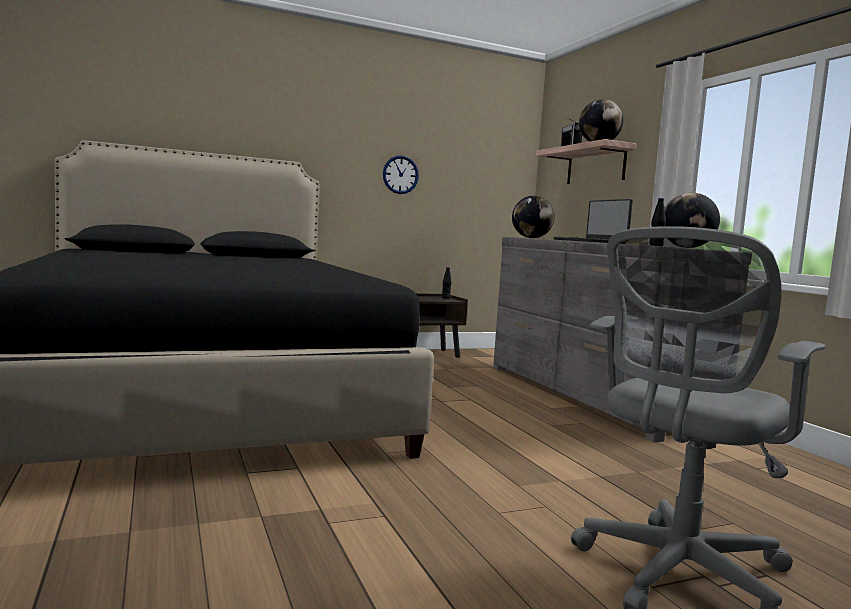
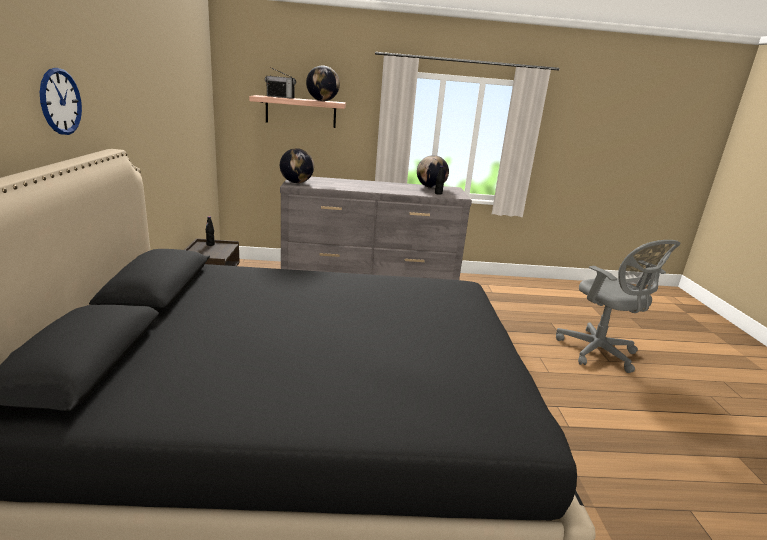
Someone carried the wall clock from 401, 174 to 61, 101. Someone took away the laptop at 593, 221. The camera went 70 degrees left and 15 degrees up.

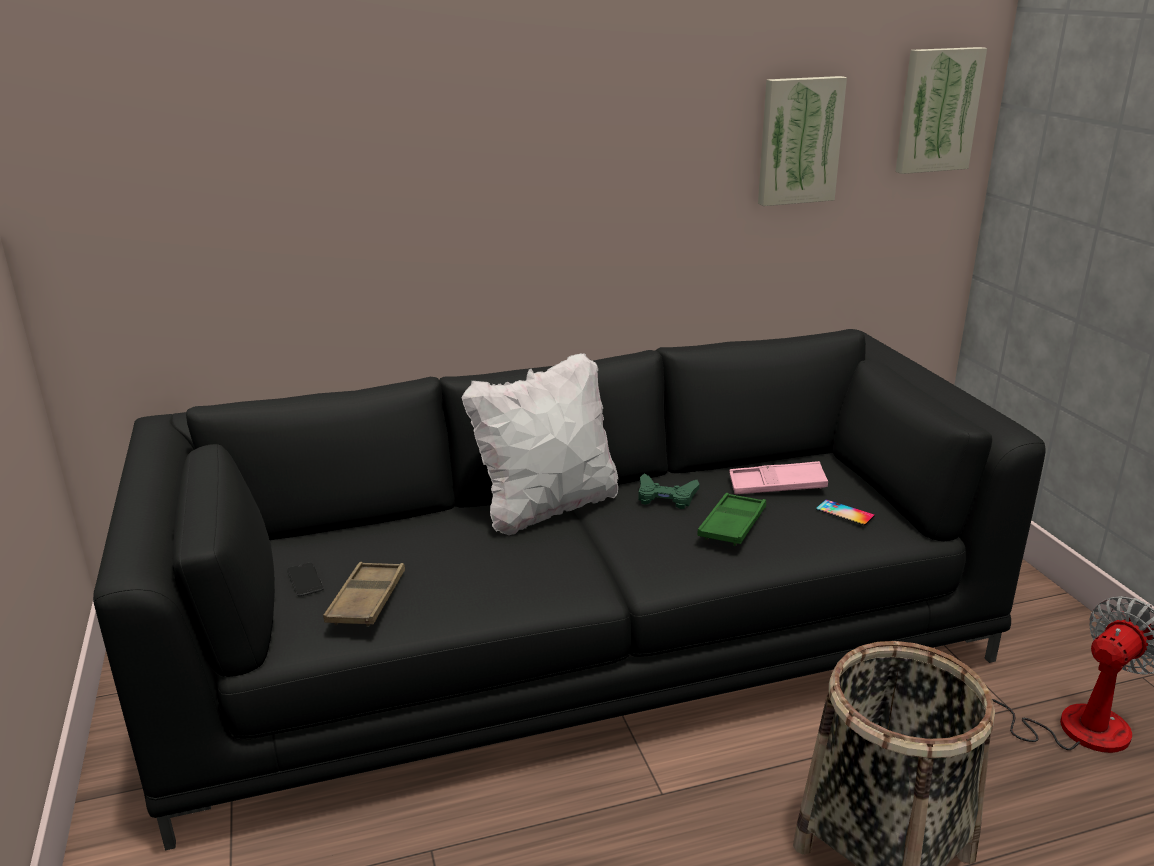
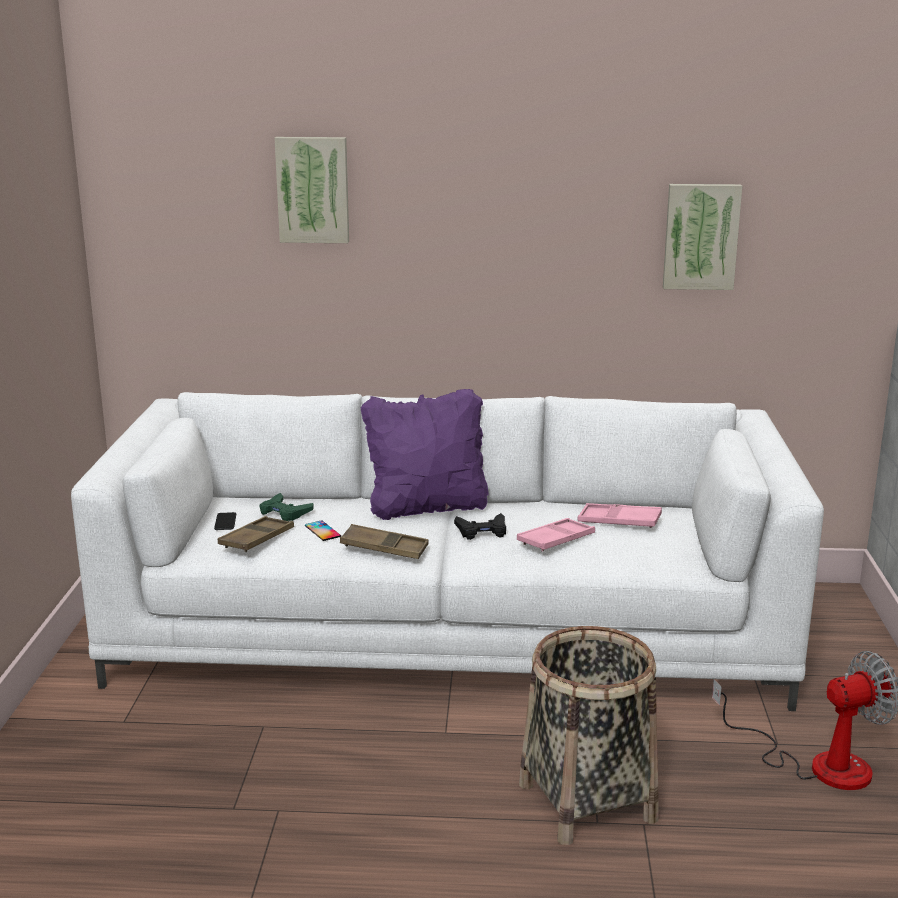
Someone carried the picture from 941, 110 to 312, 190. Someone repainted the black sofa at 569, 589, which became the white sofa at 447, 551. Someone repainted the white pillow at 540, 444, which became the purple pillow at 424, 454. Someone carried the green game controller from 668, 491 to 286, 507. Someone repainted the green tray at 731, 519, which became the pink tray at 556, 535. Someone carried the phone from 845, 512 to 323, 530. Someone put down the black game controller at 480, 526. Someone put down the brown tray at 384, 541. The camera went 20 degrees right and 5 degrees down.

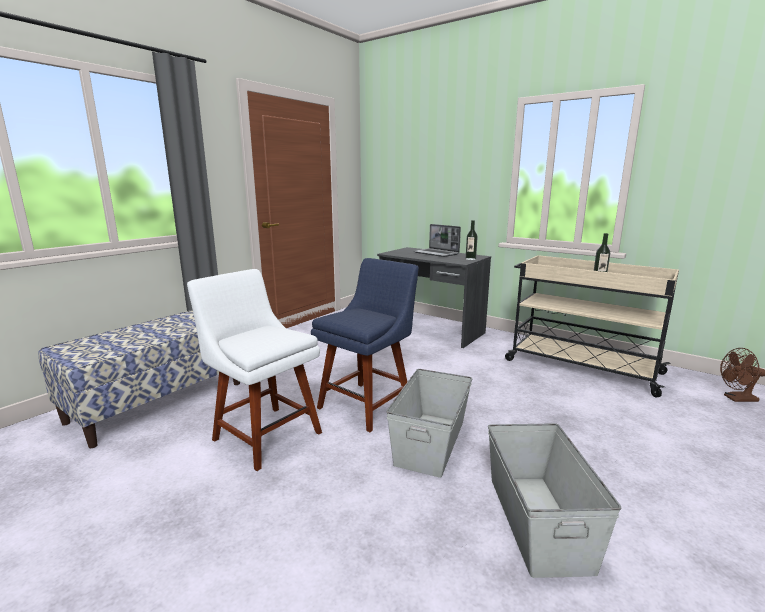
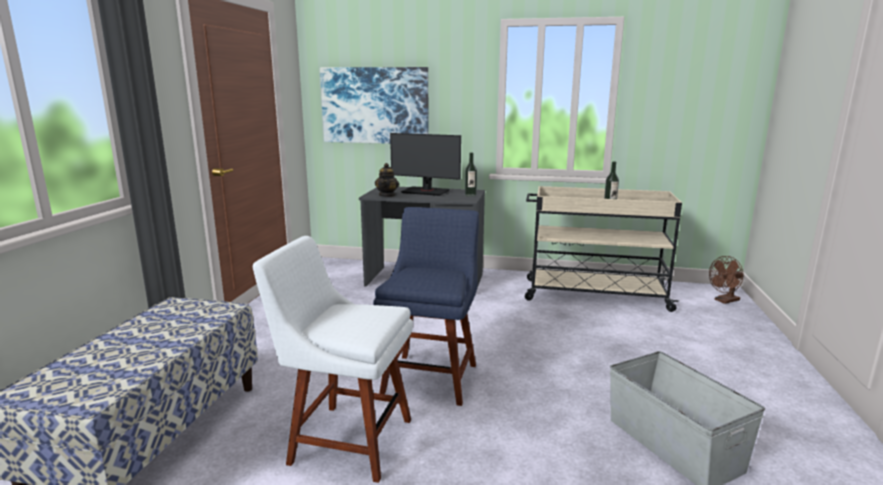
Someone swapped the laptop at 437, 240 for the monitor at 425, 164. Someone took away the grey storage box at 429, 423. Someone put up the picture at 374, 105. Someone put down the teapot at 387, 180. The camera went 25 degrees left and 0 degrees up.

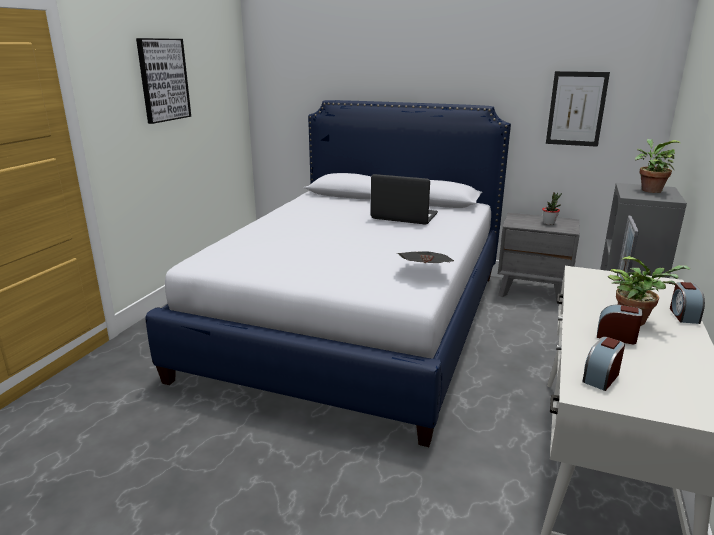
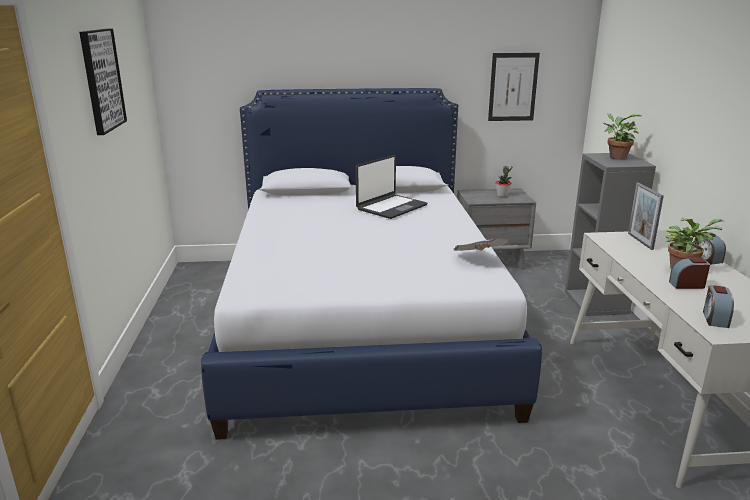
Someone rotated the laptop at 404, 199 by 135 degrees clockwise. The camera went 25 degrees left and 0 degrees up.

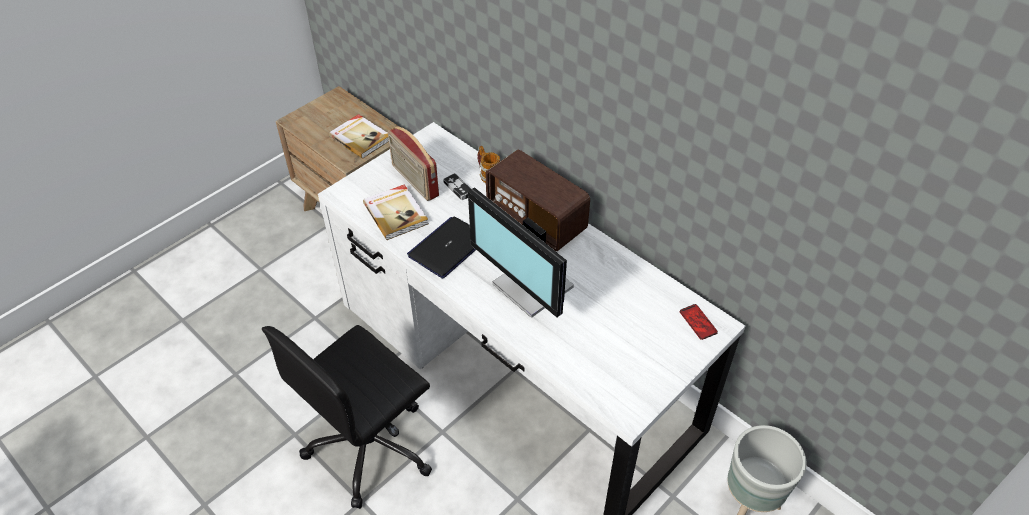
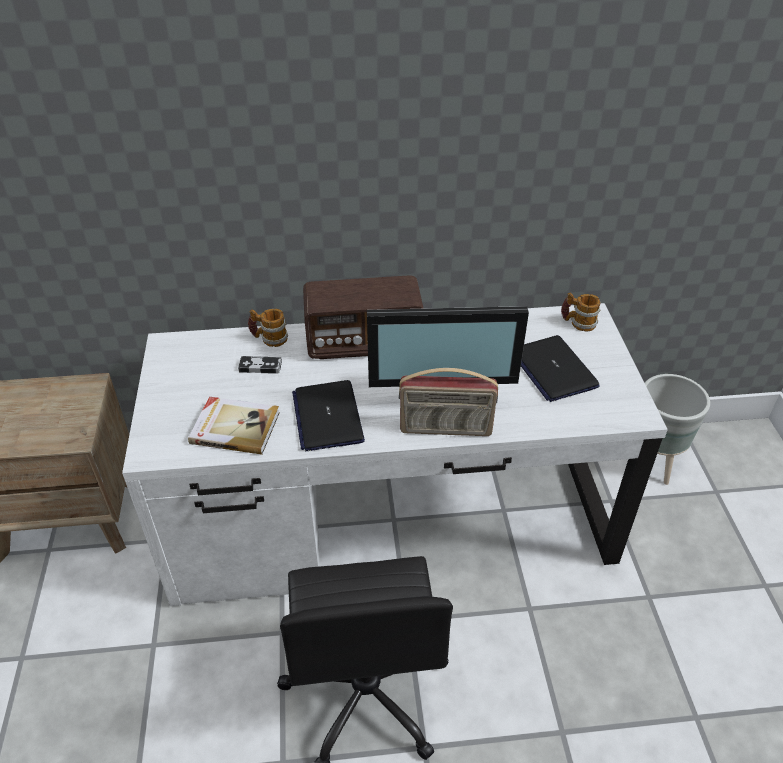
Someone took away the book at 359, 136. Someone carried the radio from 413, 163 to 448, 402. Someone swapped the phone at 699, 322 for the mug at 580, 312. Someone put down the laptop at 560, 368. The camera went 50 degrees left and 5 degrees down.

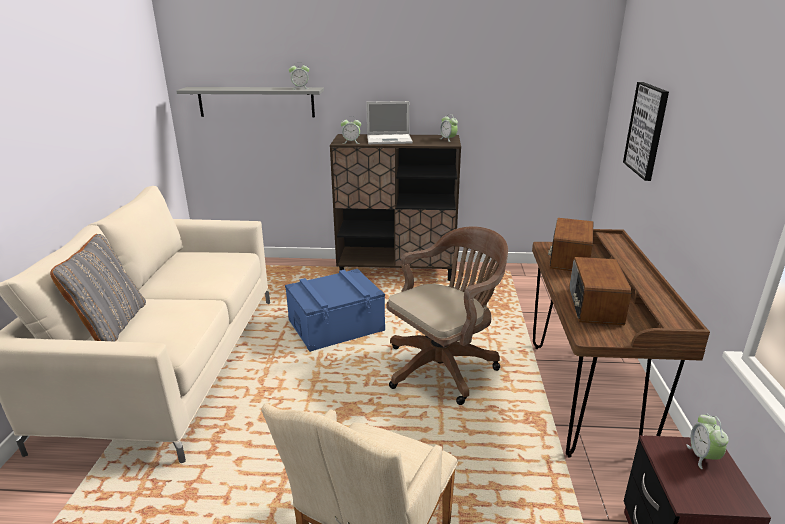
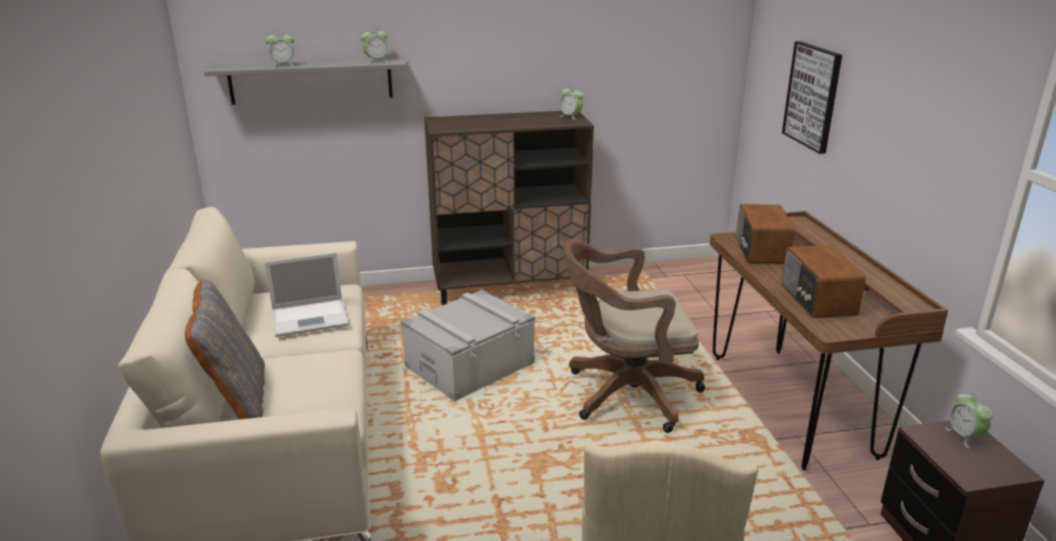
Someone carried the laptop from 389, 122 to 307, 294. Someone carried the alarm clock from 351, 130 to 279, 48. Someone rotated the brown office chair at 447, 315 by 135 degrees counterclockwise. Someone repainted the blue storage box at 335, 310, which became the grey storage box at 468, 346. The camera went 15 degrees left and 0 degrees up.

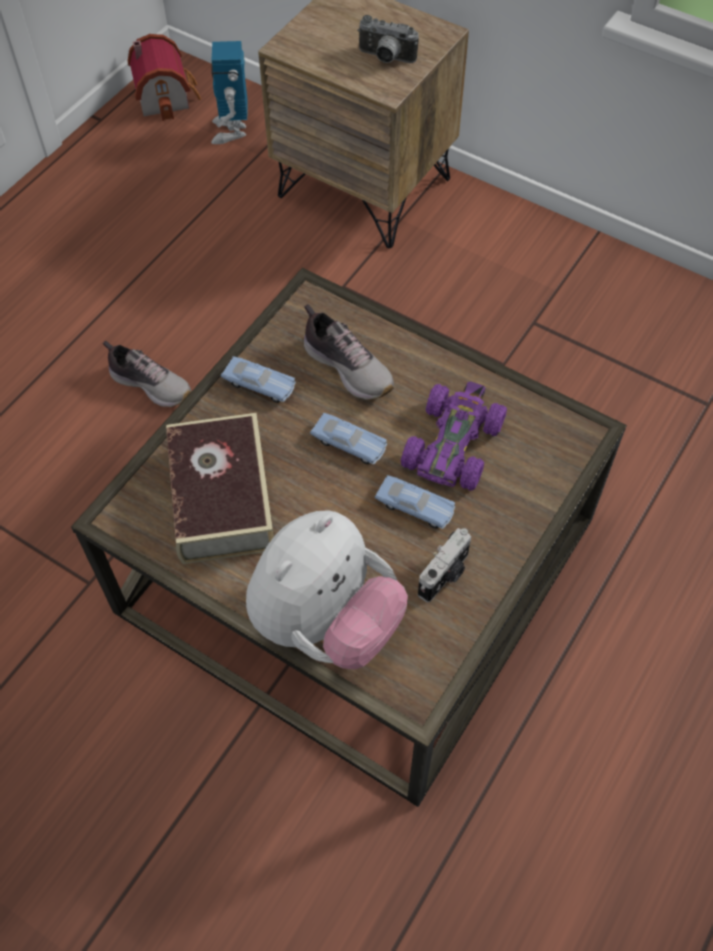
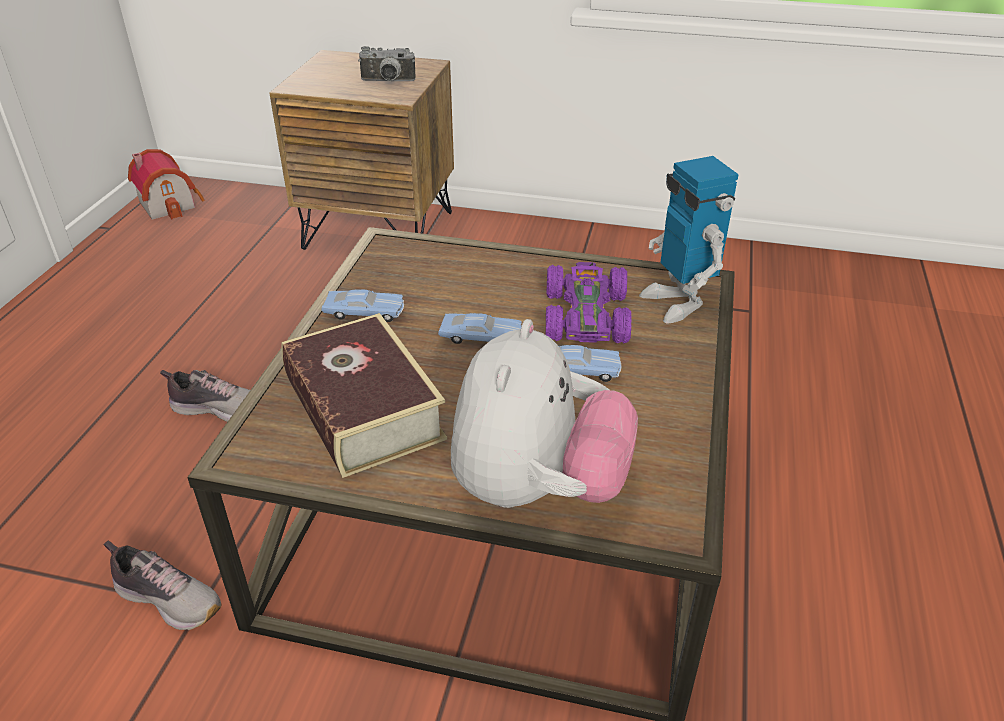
Someone carried the toy robot from 229, 92 to 689, 240. Someone carried the shoe from 349, 352 to 162, 585. Someone took away the photo camera at 444, 565. The camera went 20 degrees left and 20 degrees down.

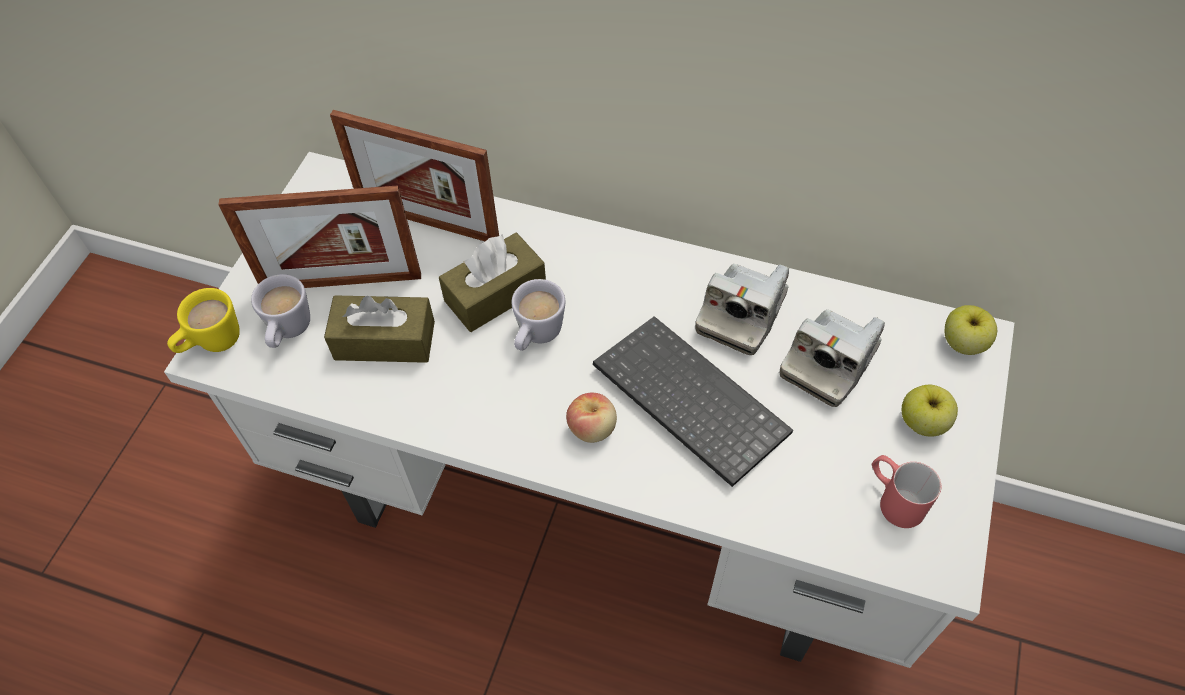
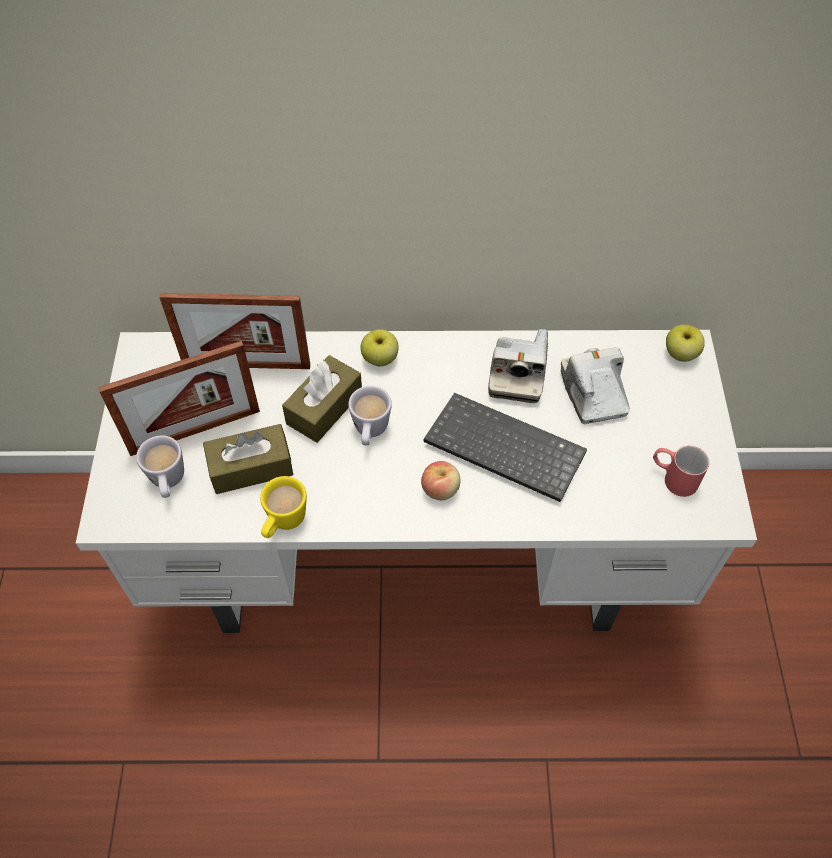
Someone carried the yellow mug from 203, 320 to 283, 507. Someone rotated the photo camera at 832, 358 by 150 degrees clockwise. Someone carried the apple from 930, 411 to 379, 347. The camera went 20 degrees left and 0 degrees up.

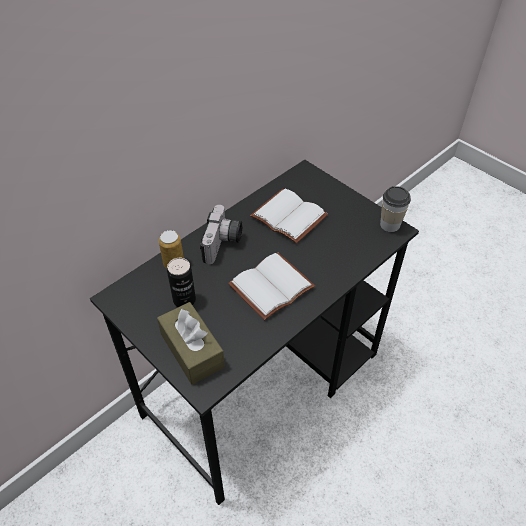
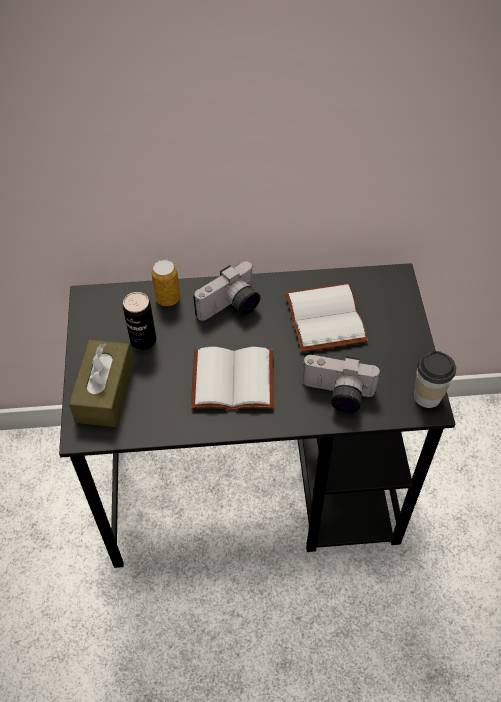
Someone put down the photo camera at 341, 384. The camera went 40 degrees right and 5 degrees up.

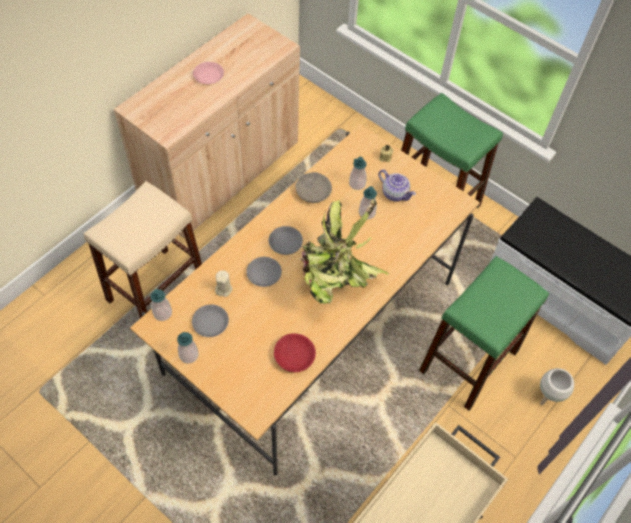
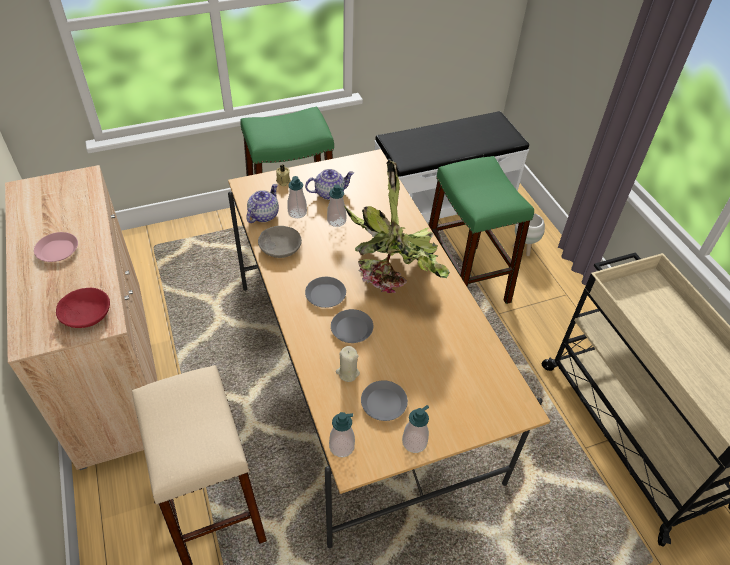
Someone carried the red bowl from 295, 352 to 83, 308. Someone put down the teapot at 262, 203. The camera went 60 degrees left and 10 degrees down.

